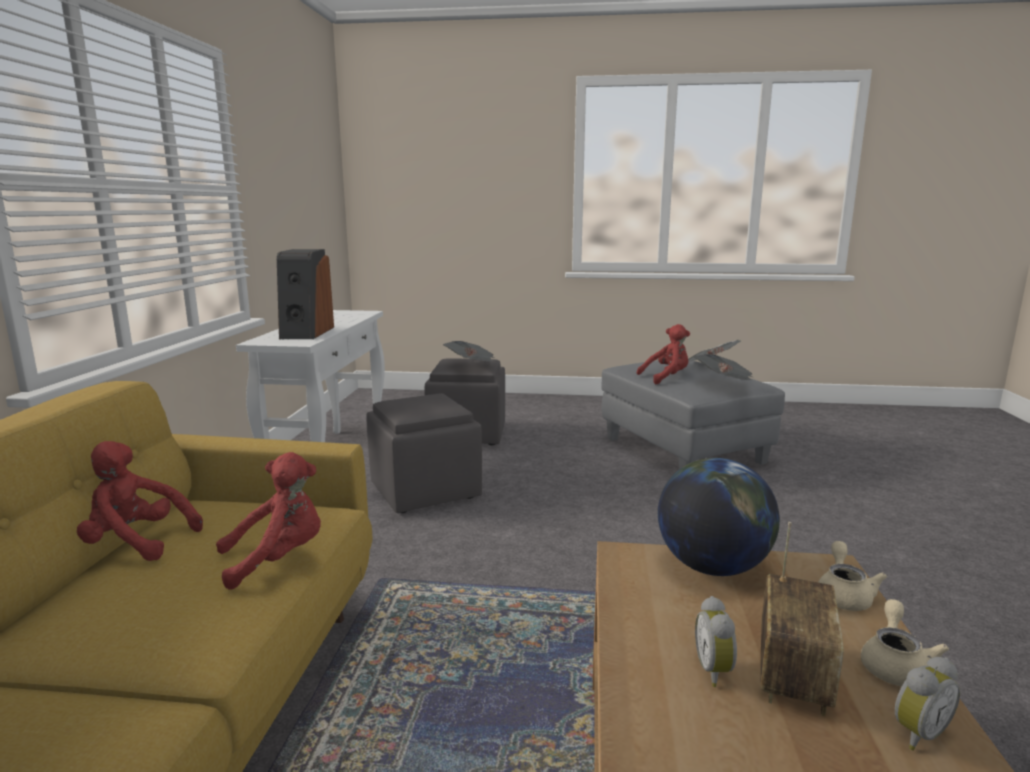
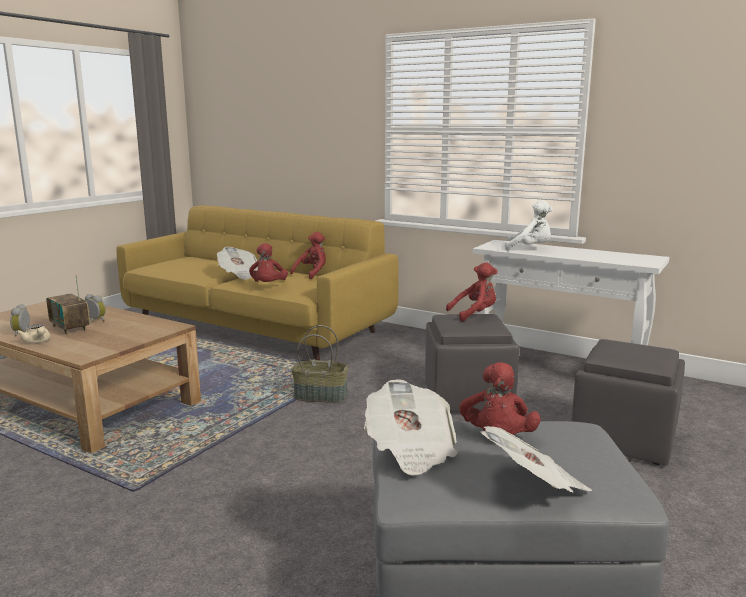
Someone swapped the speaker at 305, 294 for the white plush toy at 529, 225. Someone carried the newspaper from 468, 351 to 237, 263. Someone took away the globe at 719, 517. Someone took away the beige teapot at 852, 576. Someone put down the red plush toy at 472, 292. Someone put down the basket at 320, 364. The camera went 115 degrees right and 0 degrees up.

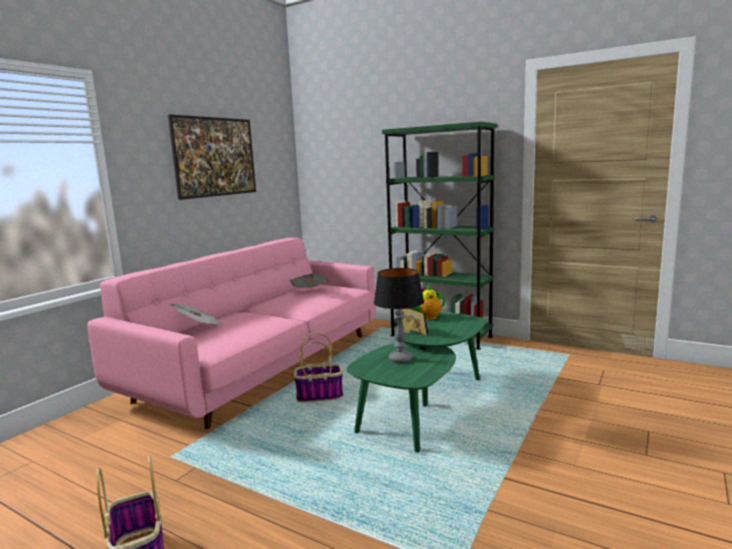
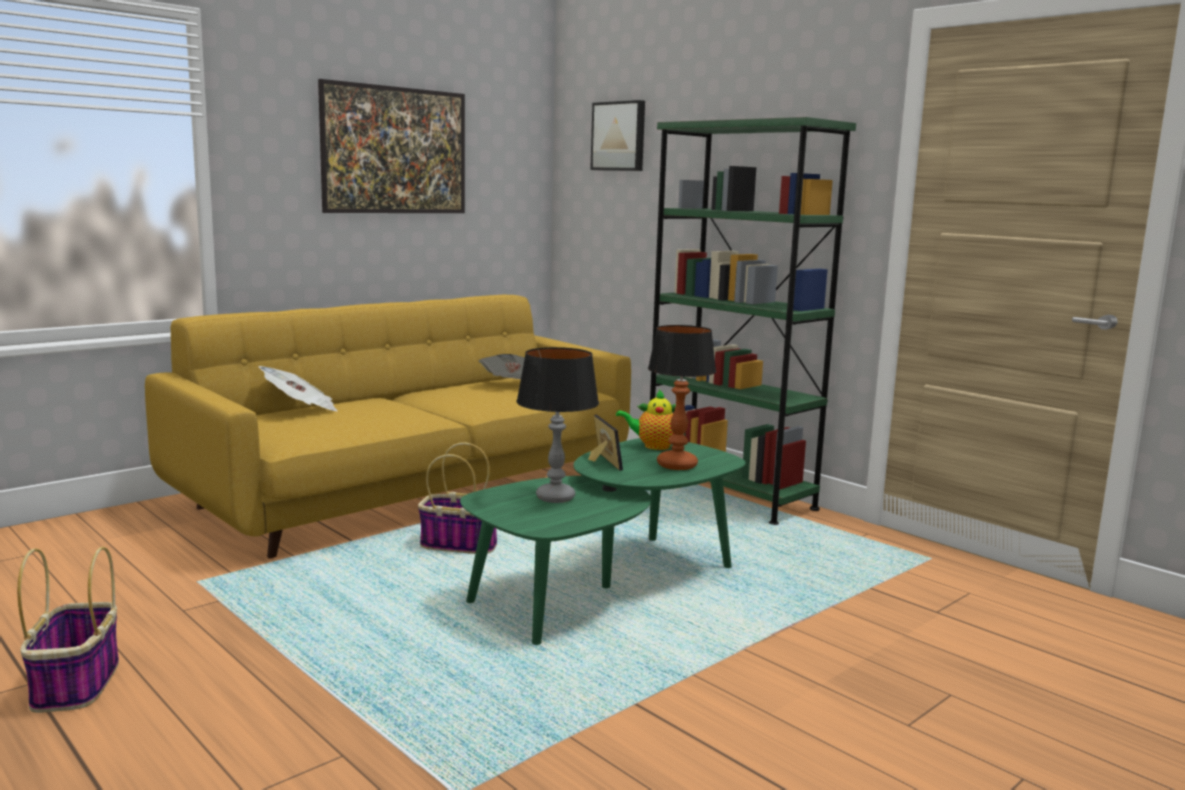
Someone repainted the pink sofa at 231, 333, which became the yellow sofa at 388, 426. Someone put up the picture at 617, 135. Someone put down the table lamp at 682, 397. The camera went 15 degrees right and 0 degrees up.

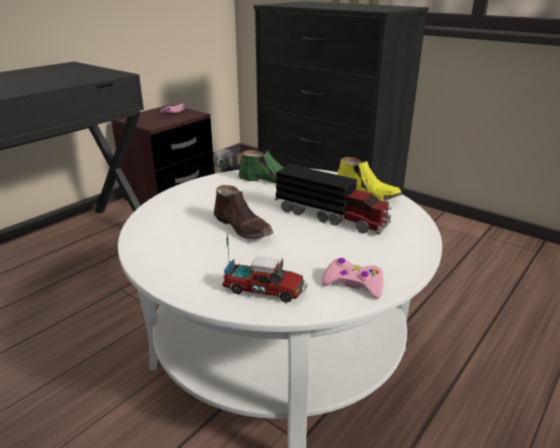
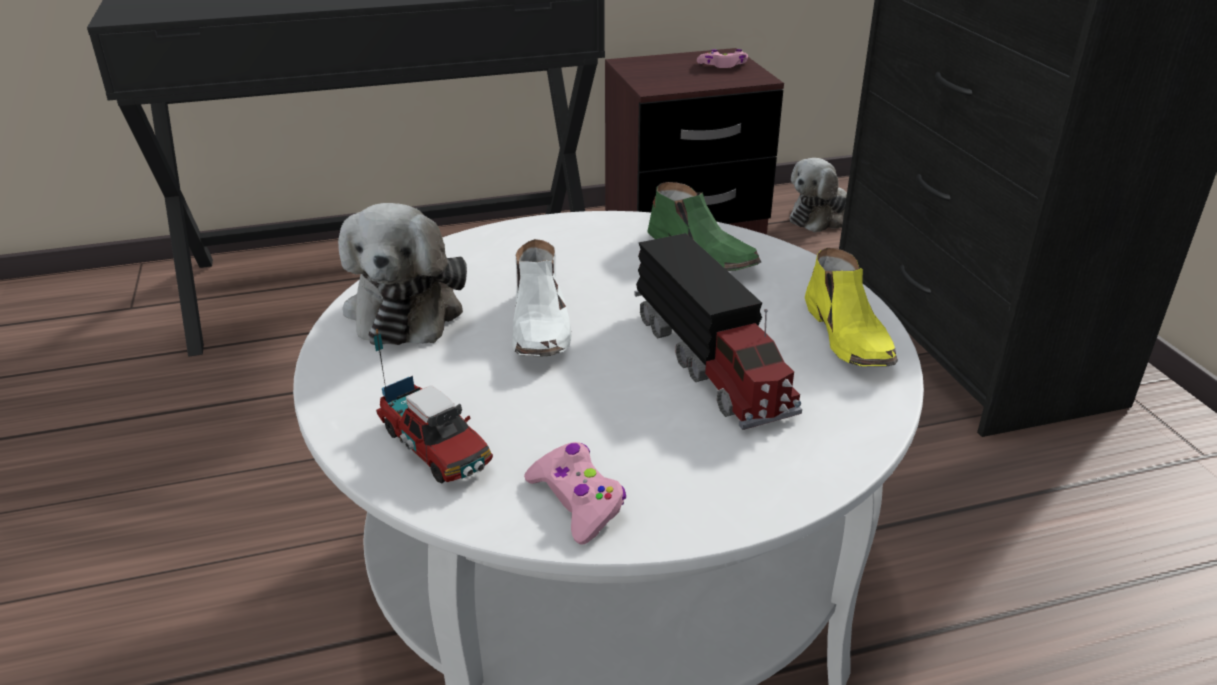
Someone repainted the brown shoe at 243, 212, which became the white shoe at 542, 298. Someone put down the plush toy at 402, 274. The camera went 35 degrees right and 5 degrees up.

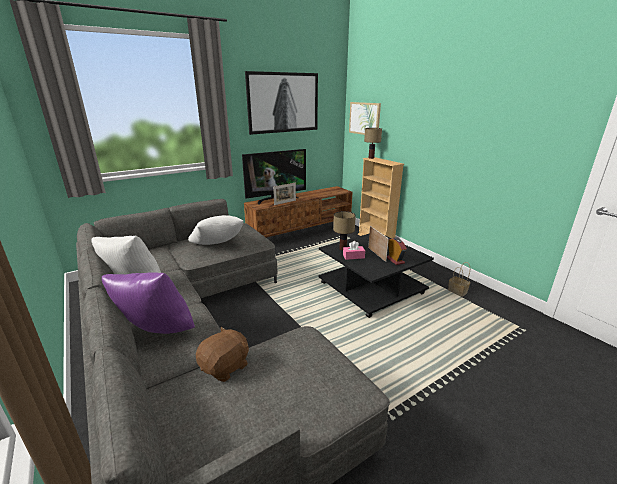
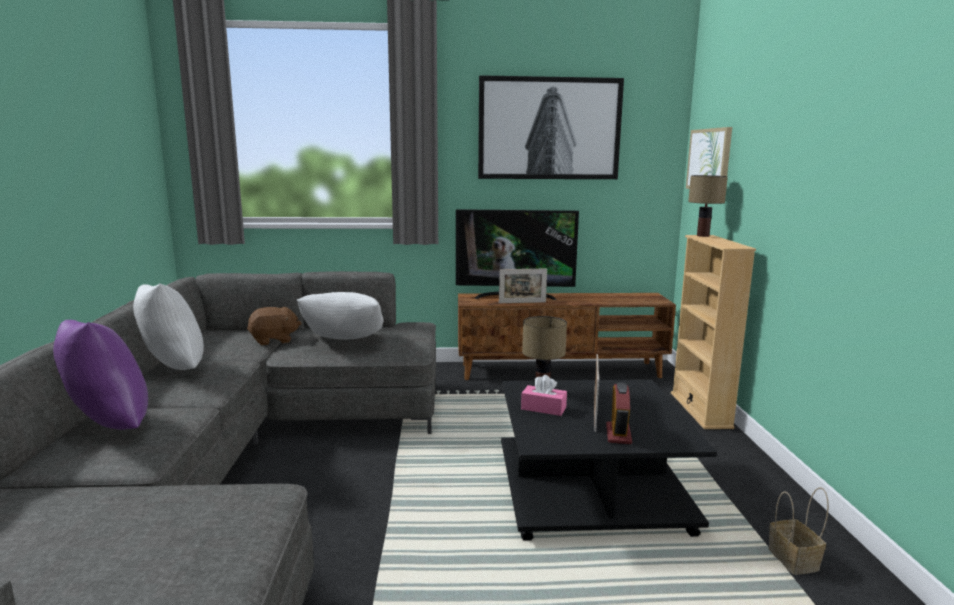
Someone carried the brown plush toy from 222, 354 to 274, 326. The camera went 30 degrees right and 10 degrees down.

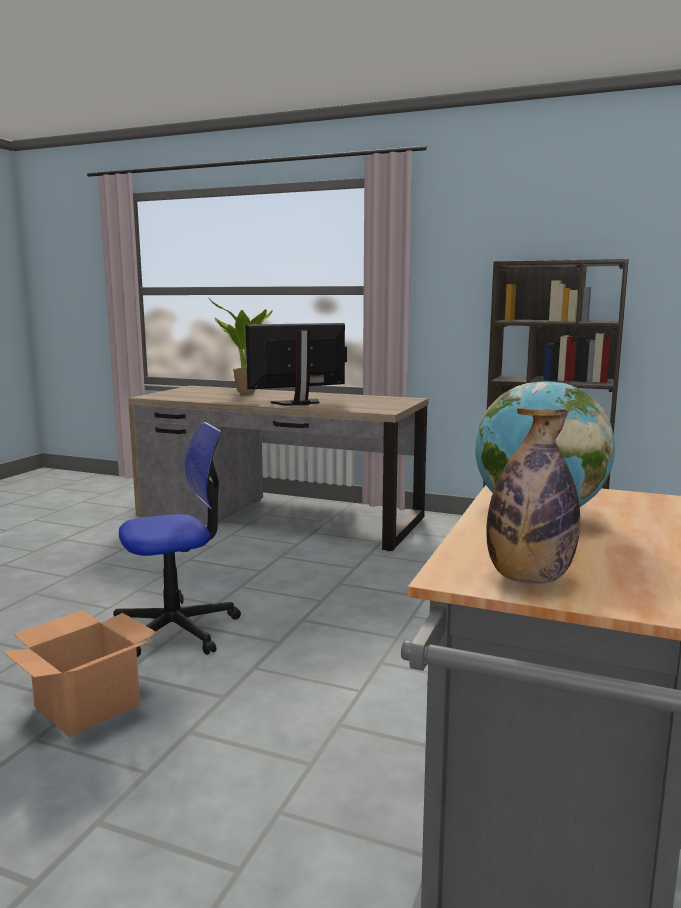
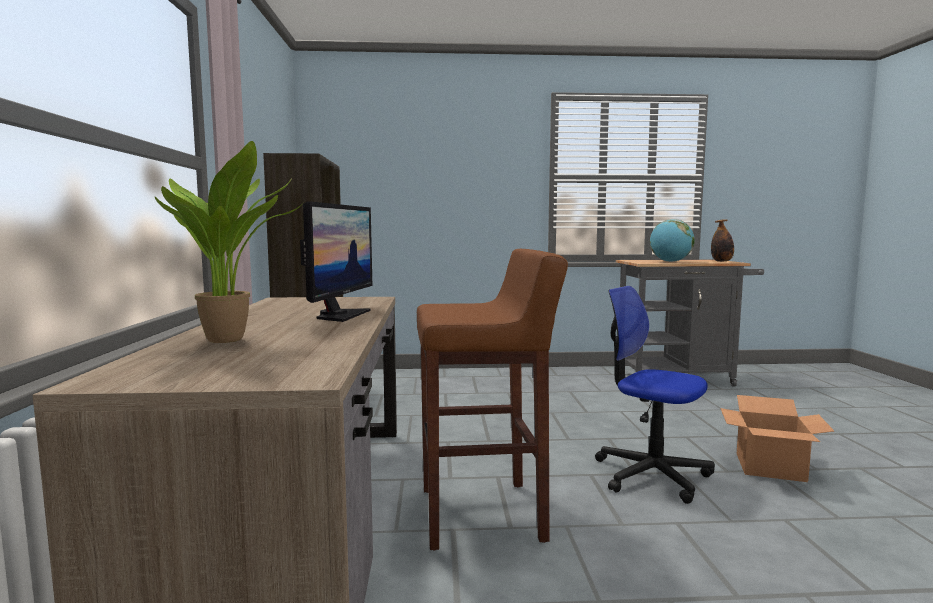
Someone rotated the monitor at 296, 364 by 120 degrees counterclockwise. Someone put down the brown stool at 492, 400. The camera went 115 degrees left and 5 degrees down.

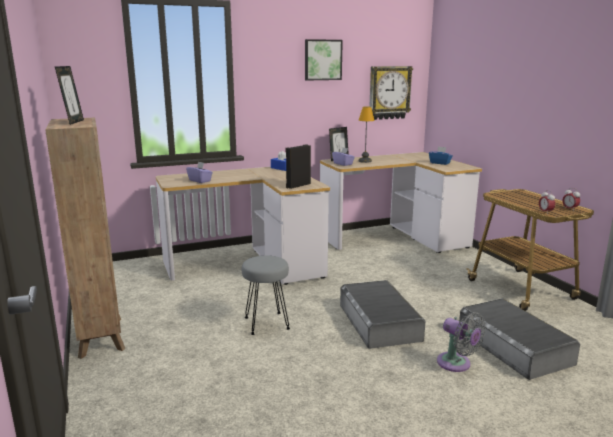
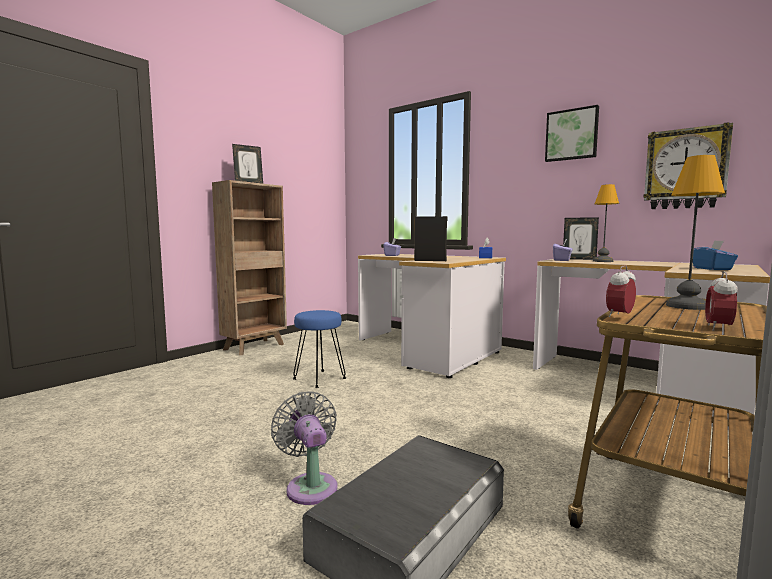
Someone repainted the grey stool at 266, 295, which became the blue stool at 319, 349. Someone took away the grey storage box at 382, 314. Someone rotated the grey fan at 461, 342 by 135 degrees clockwise. Someone put down the table lamp at 695, 232. The camera went 60 degrees right and 10 degrees down.

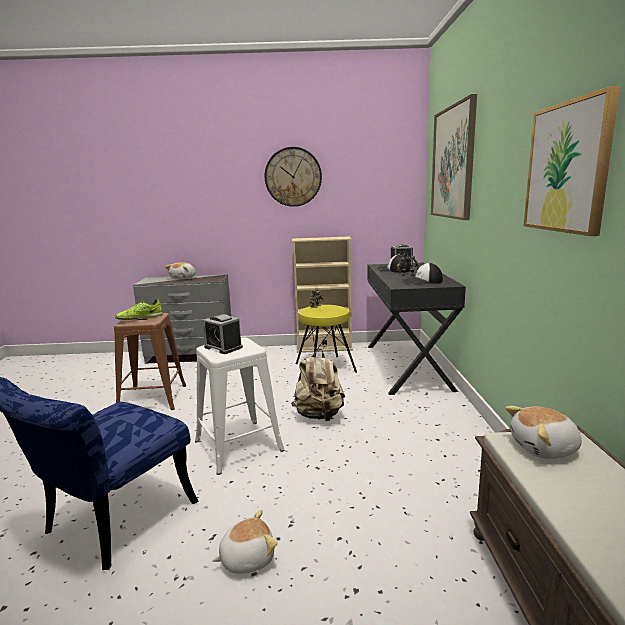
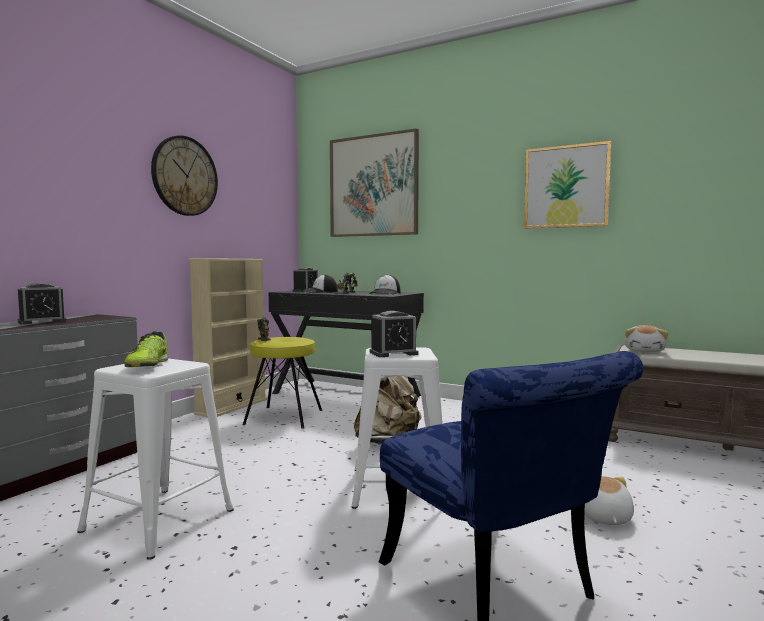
Someone swapped the plush toy at 180, 271 for the alarm clock at 42, 304. Someone repainted the brown stool at 150, 361, which became the white stool at 155, 459. The camera went 60 degrees left and 10 degrees down.

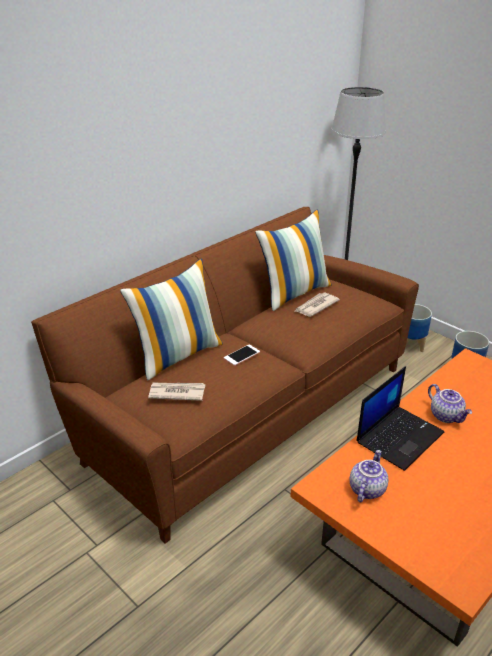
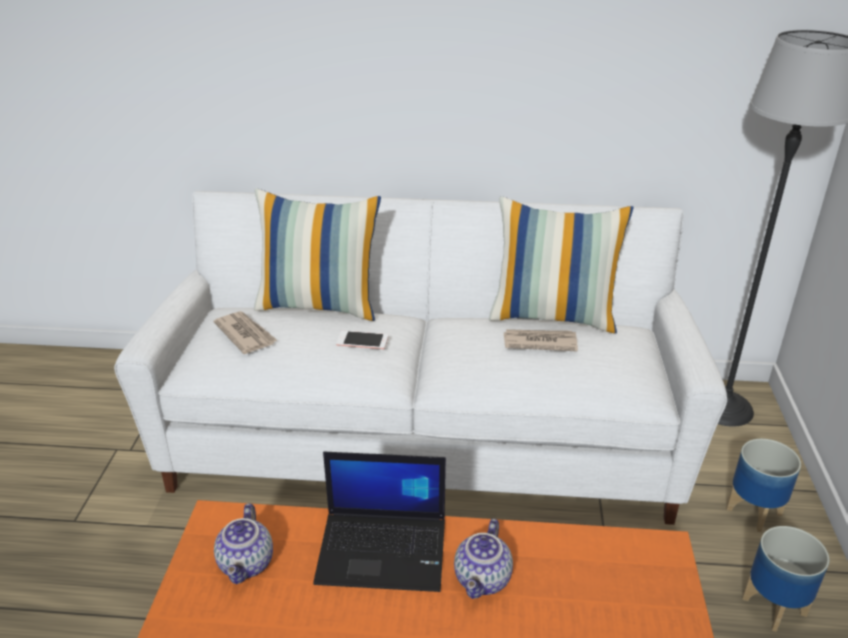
Someone repainted the brown sofa at 225, 375, which became the white sofa at 420, 358. Someone rotated the teapot at 369, 476 by 105 degrees clockwise. The camera went 50 degrees right and 0 degrees up.

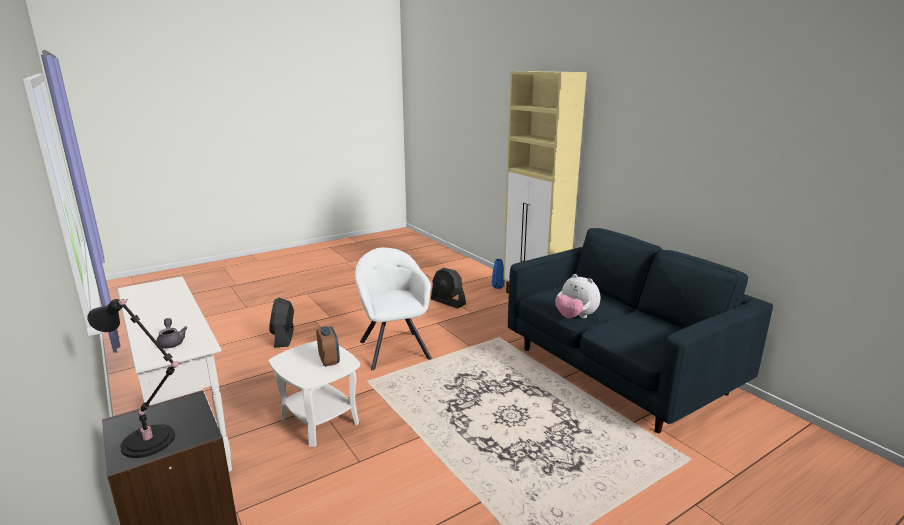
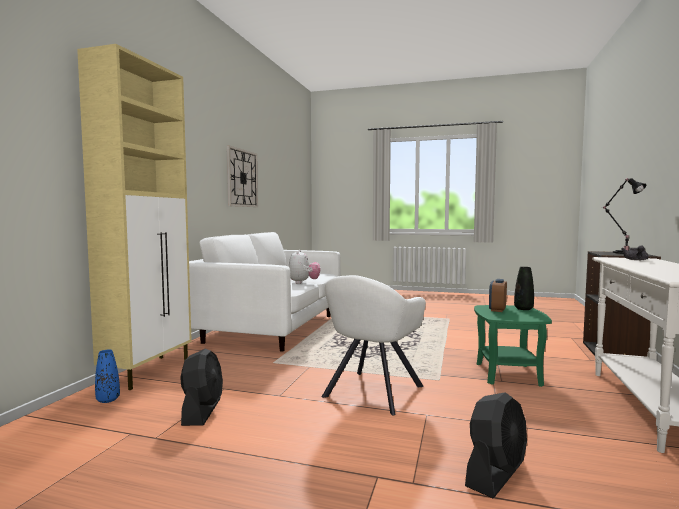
Someone repainted the blue sofa at 640, 330, which became the white sofa at 265, 292. Someone repainted the white side table at 314, 394, which became the green side table at 513, 346. Someone put up the wall clock at 242, 176. Someone put down the black vase at 524, 288. The camera went 130 degrees left and 15 degrees down.

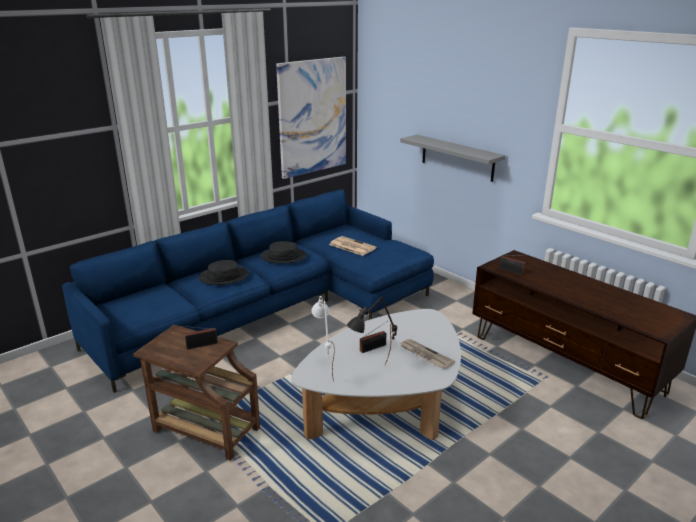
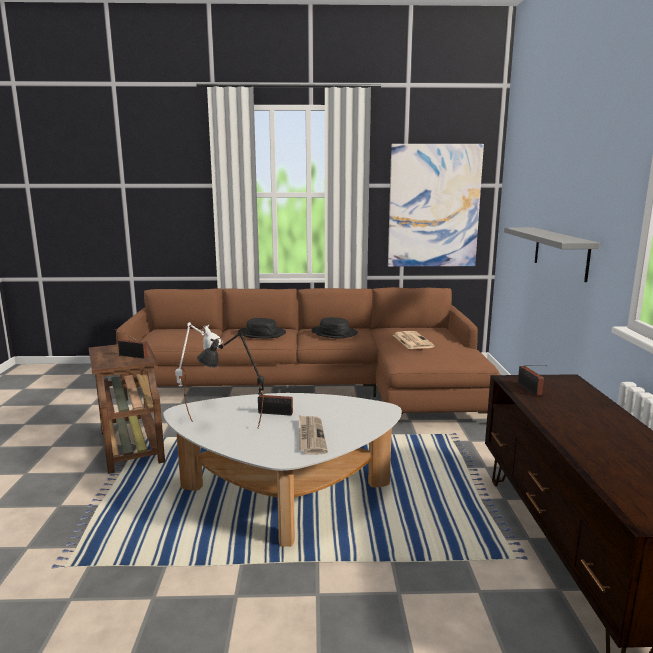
Someone repainted the blue sofa at 248, 291, which became the brown sofa at 308, 350. The camera went 40 degrees right and 10 degrees down.

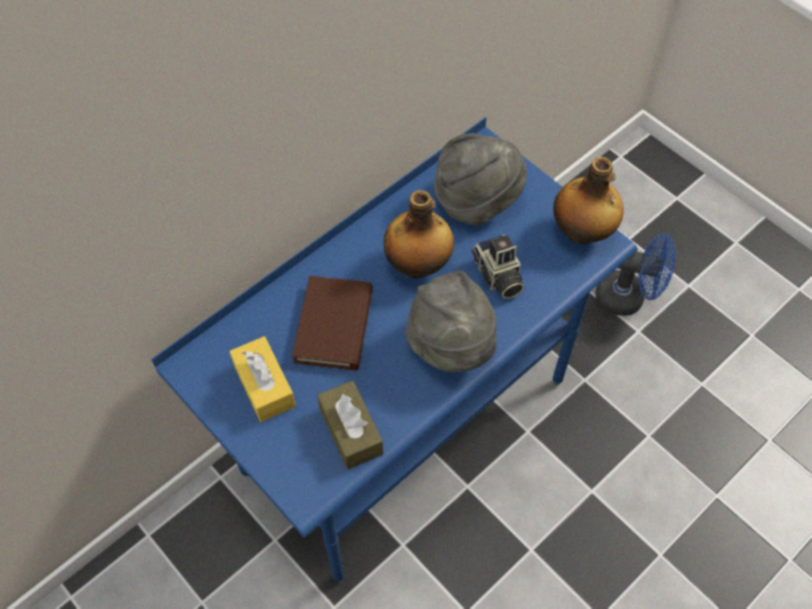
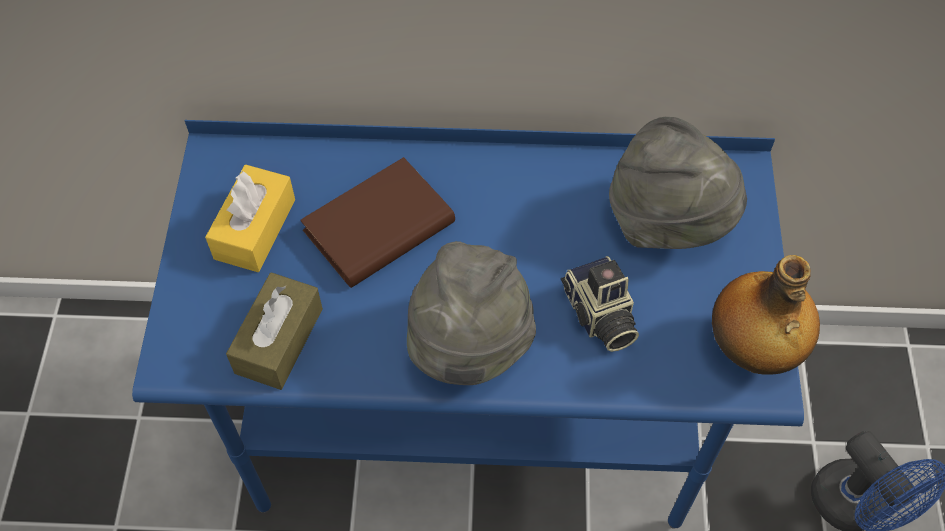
Someone took away the bottle at 418, 234. Someone rotated the photo camera at 497, 267 by 45 degrees counterclockwise. The camera went 45 degrees right and 0 degrees up.

